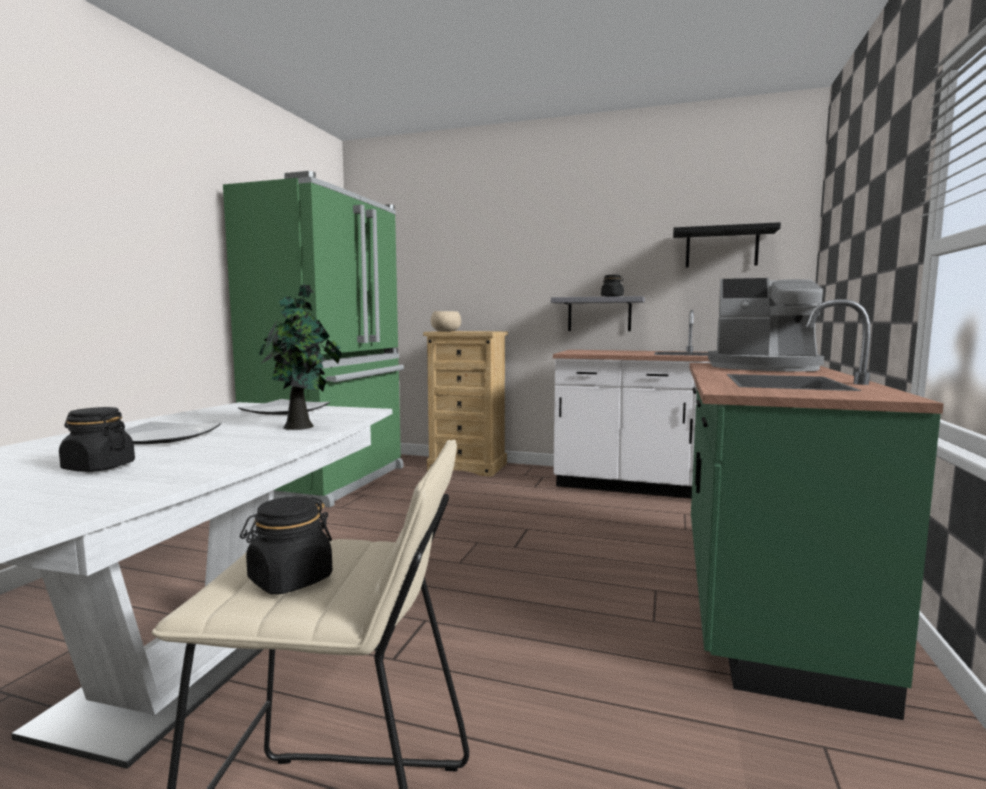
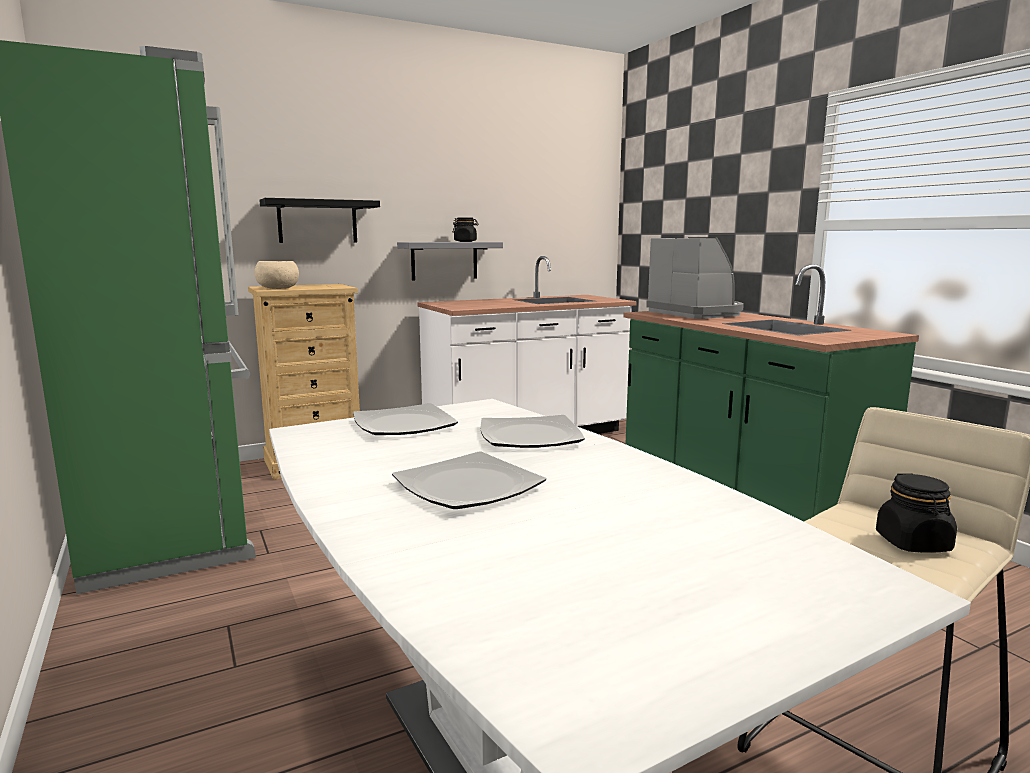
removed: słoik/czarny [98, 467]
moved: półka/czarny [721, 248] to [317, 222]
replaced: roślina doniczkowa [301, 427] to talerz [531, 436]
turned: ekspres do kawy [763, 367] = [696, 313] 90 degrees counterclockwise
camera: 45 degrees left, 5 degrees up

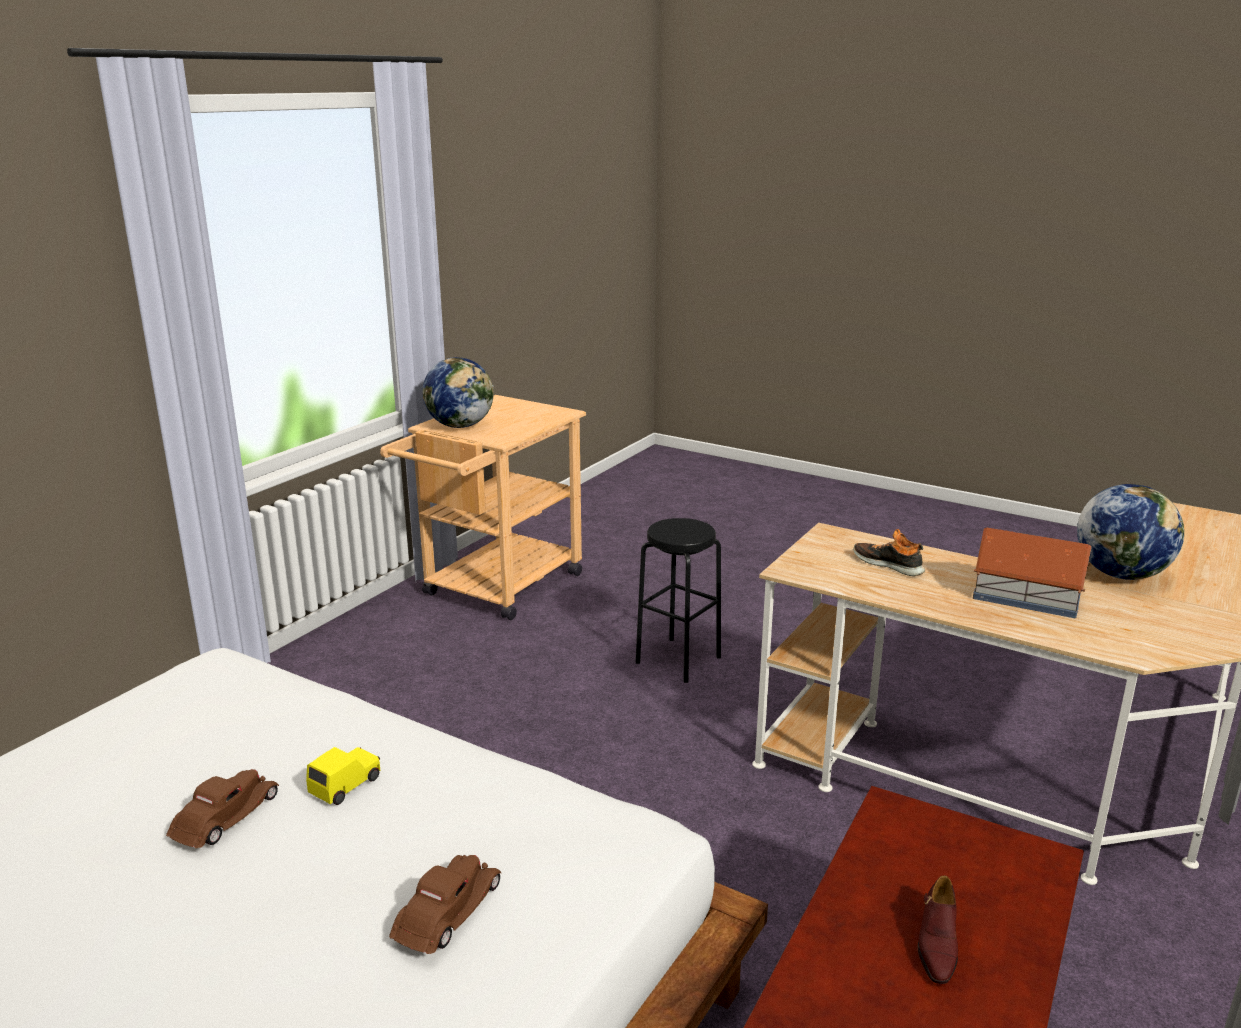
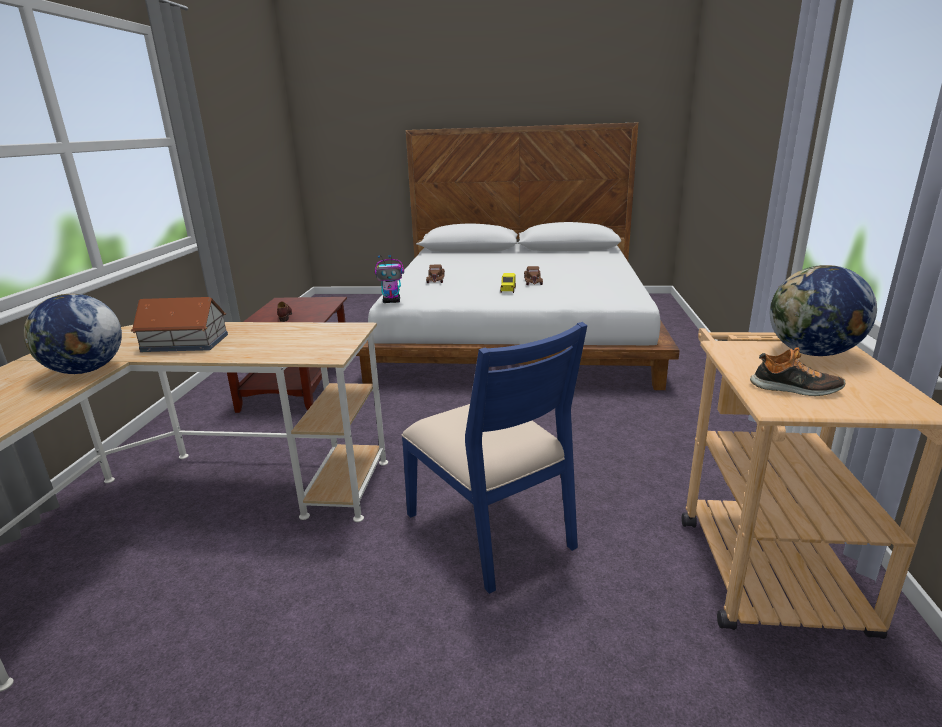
added: robot zabawkowy [392, 301]
moved: but [889, 564] to [795, 389]
replaced: stołek/czarny [678, 659] to krzesło/niebieski [492, 529]
camera: 155 degrees right, 0 degrees up

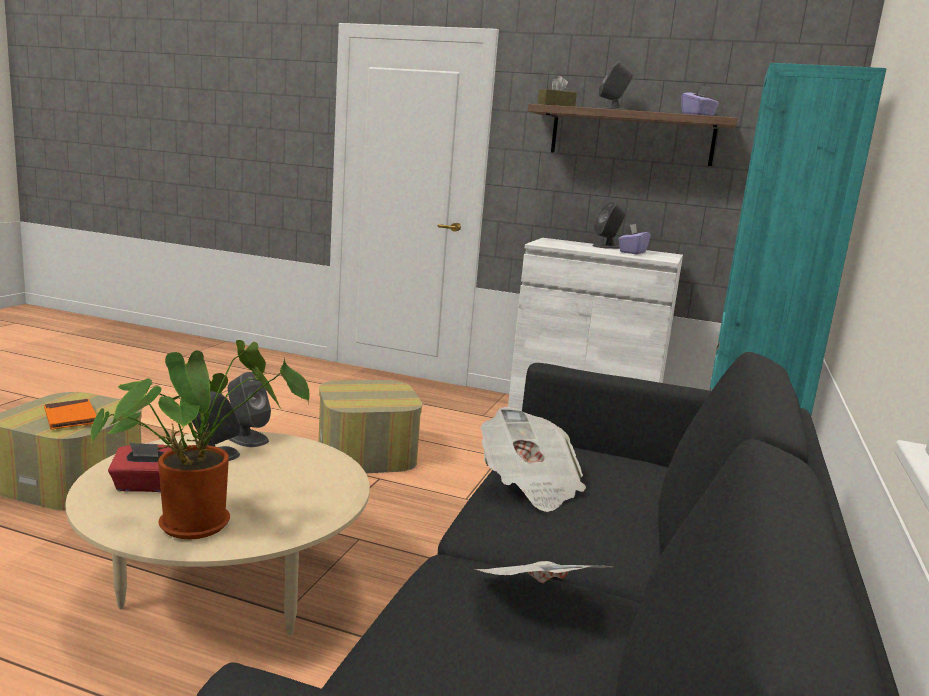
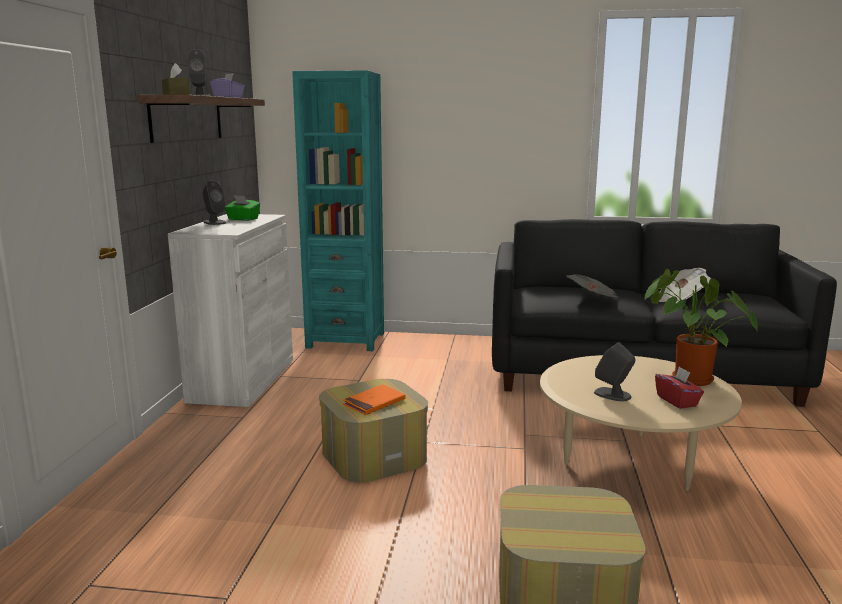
removed: głośnik/szary [247, 438]
moved: książka/pomarańczowy [70, 418] to [374, 402]
recoloured: pudełko chusteczek/fioletowy [632, 252] to pudełko chusteczek/zielony [242, 219]
camera: 100 degrees left, 0 degrees up

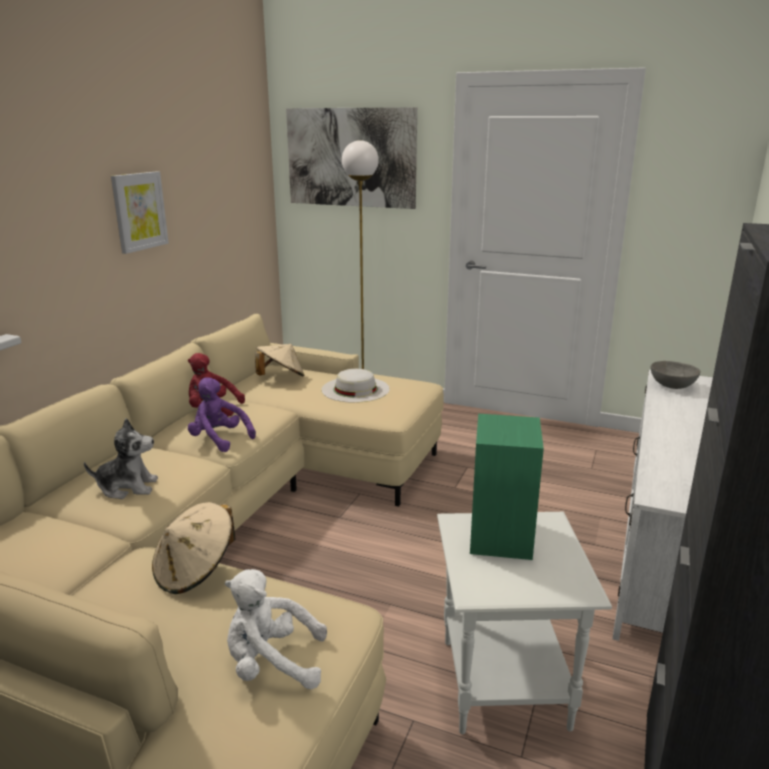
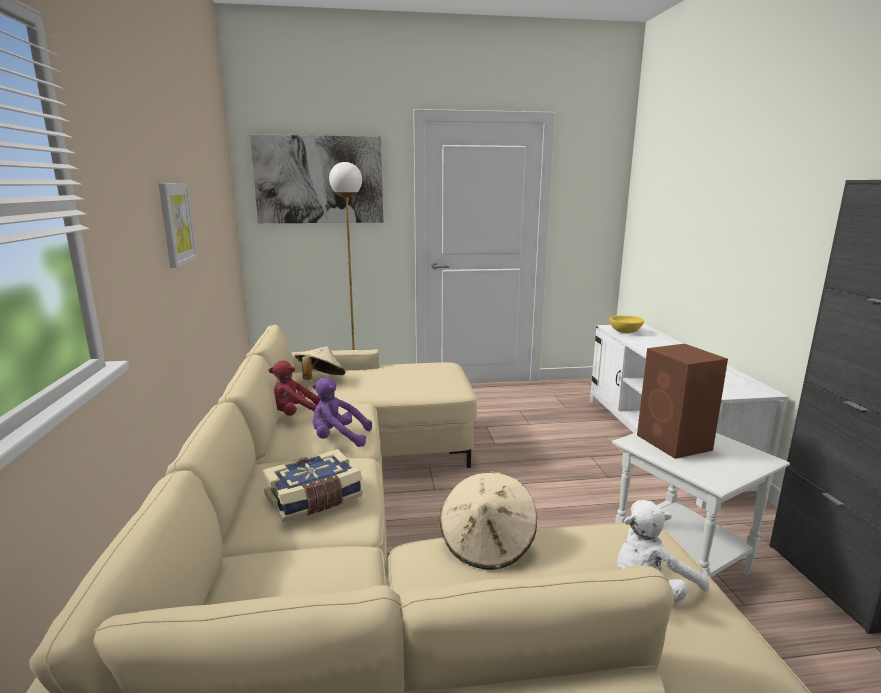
removed: kapelusz/biały [355, 389]
replaced: pluszak [127, 487] to książka [314, 499]
recoloured: głośnik/zielony [500, 538] to głośnik/brązowy [675, 443]; miska/szary [671, 386] to miska/żółty [624, 332]
camera: 30 degrees left, 5 degrees down

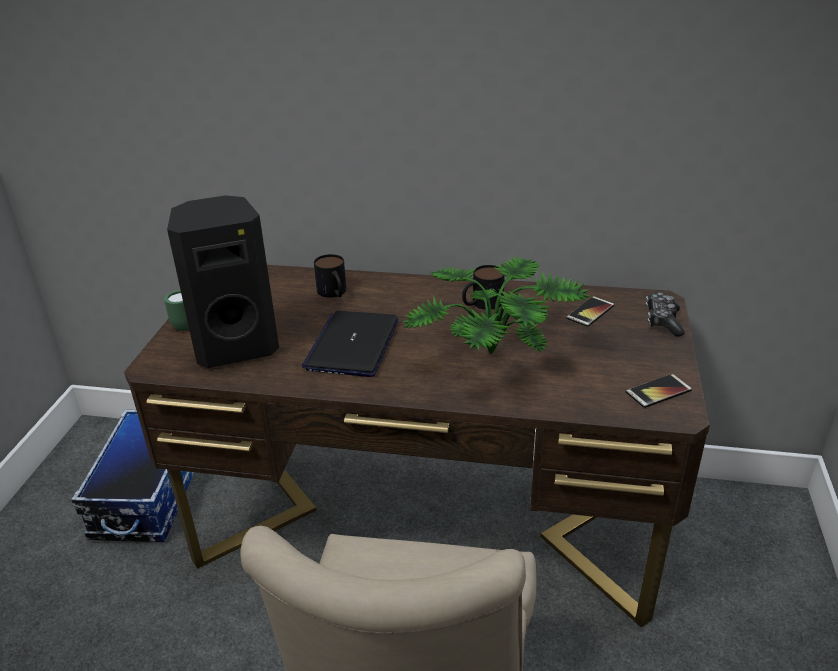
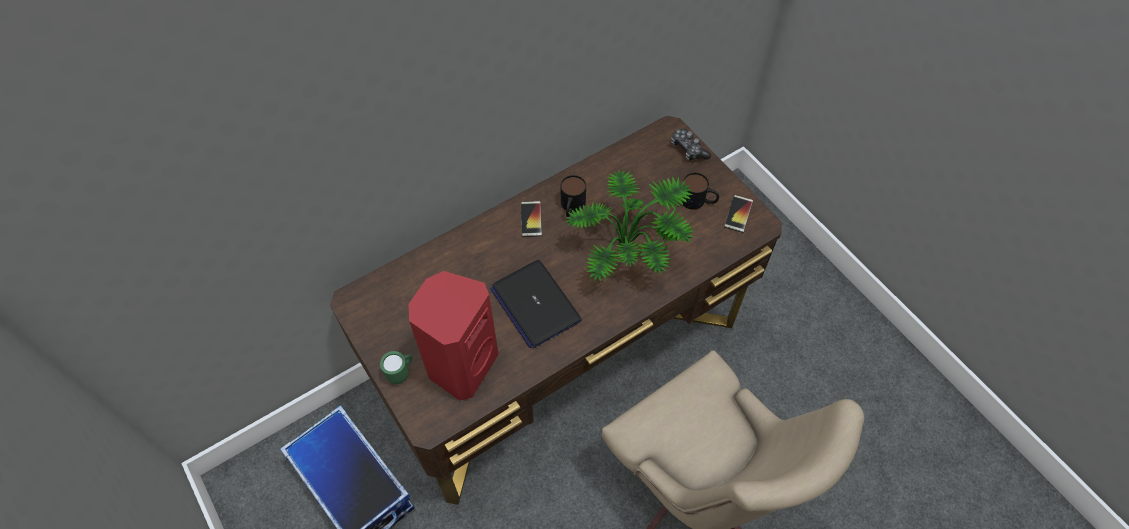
moved: kubek [334, 293] to [698, 201]; telefon [590, 312] to [531, 219]
recoloured: głośnik/czarny [236, 346] to głośnik/czerwony [461, 364]
camera: 45 degrees left, 25 degrees up

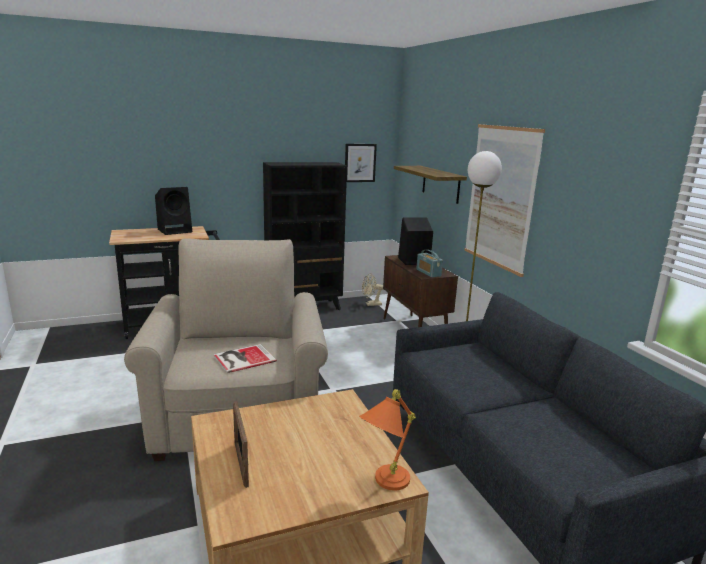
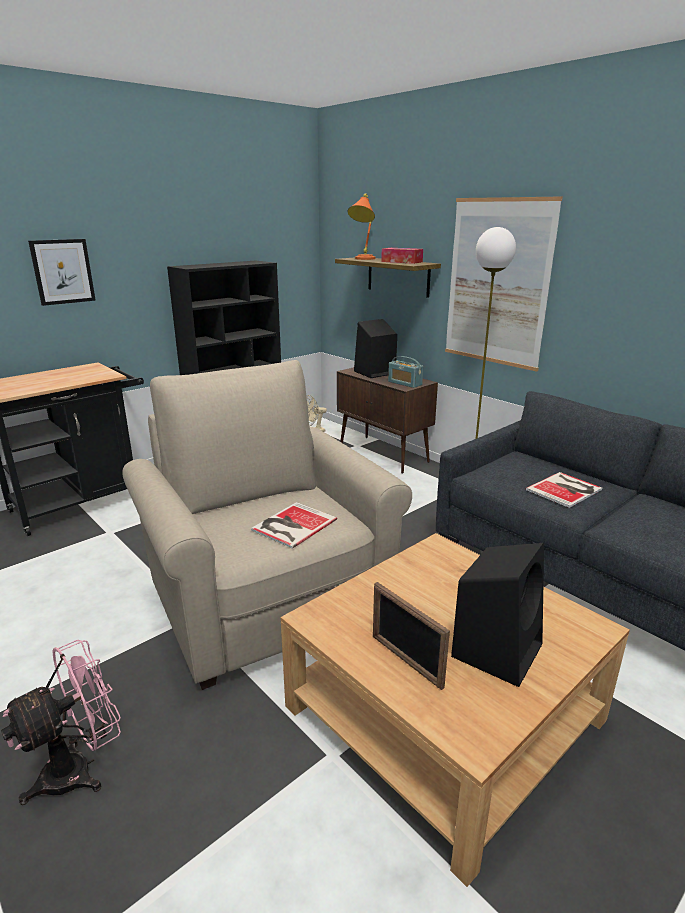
added: wentylator/różowy [79, 769]; pudełko chusteczek [401, 262]; książka [566, 489]
moved: głośnik/czarny [175, 230] to [497, 648]; obraz [360, 163] to [63, 271]; lampa stołowa/pomarańczowy [383, 484] to [362, 259]
camera: 20 degrees left, 5 degrees up

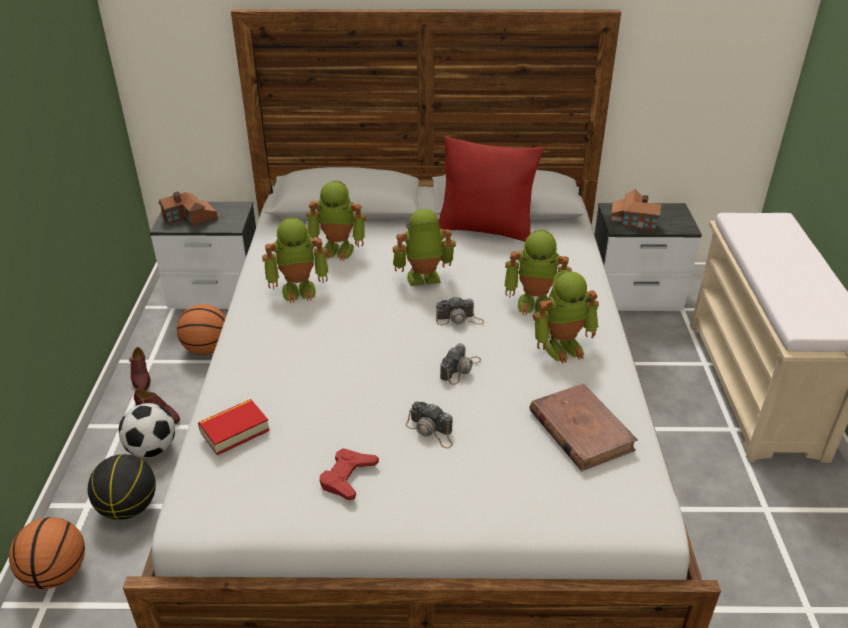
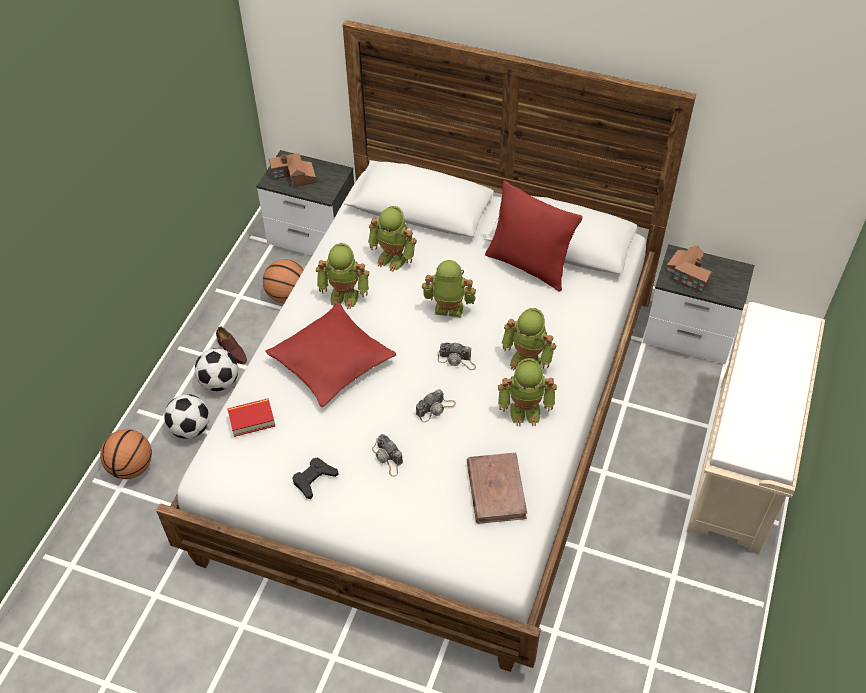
removed: but/brązowy [141, 377]
added: poduszka/czerwony [332, 362]
replaced: piłka do koszykówki [128, 508] to piłka futbolowa [190, 429]
recoloured: pad do gier/czerwony [347, 477] to pad do gier/czarny [314, 479]
camera: 20 degrees right, 15 degrees up

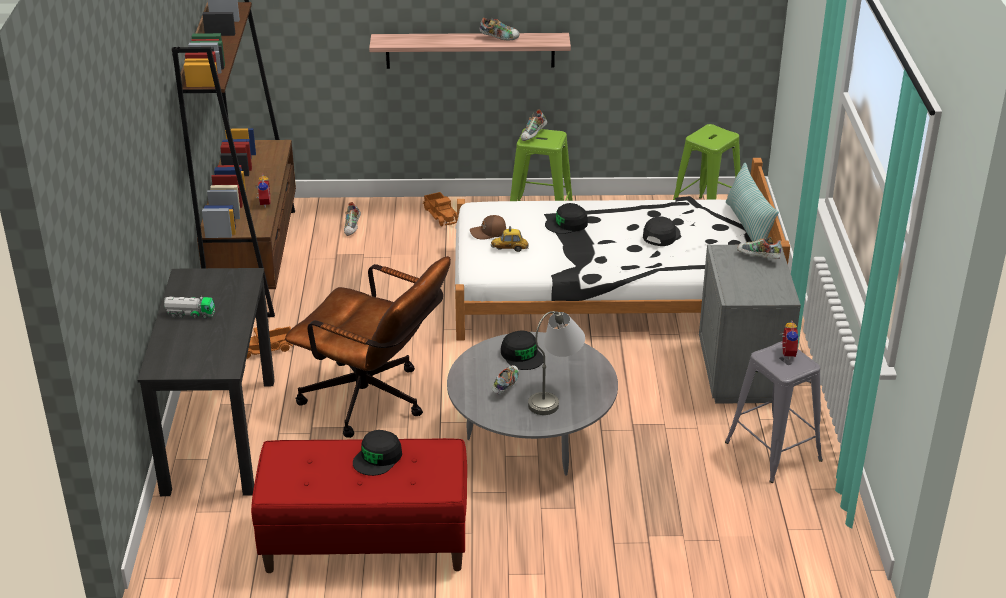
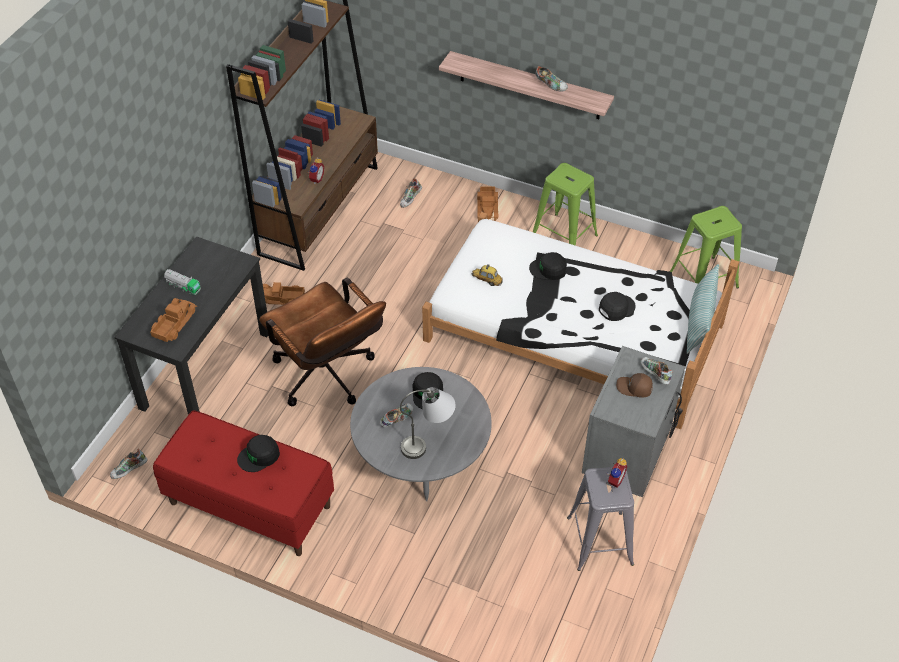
added: ciężarówka zabawkowa [173, 323]
moved: czapka z daszkiem/brązowy [489, 233] to [634, 388]; but [533, 135] to [129, 471]
camera: 25 degrees right, 15 degrees up

